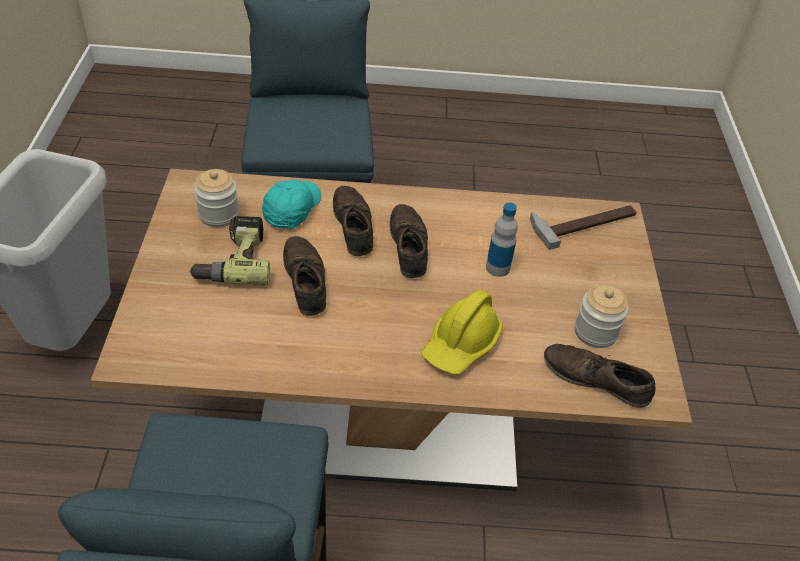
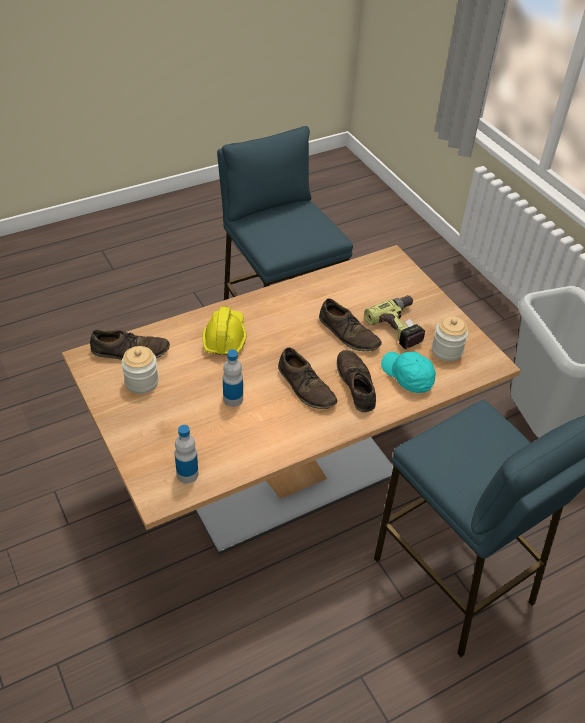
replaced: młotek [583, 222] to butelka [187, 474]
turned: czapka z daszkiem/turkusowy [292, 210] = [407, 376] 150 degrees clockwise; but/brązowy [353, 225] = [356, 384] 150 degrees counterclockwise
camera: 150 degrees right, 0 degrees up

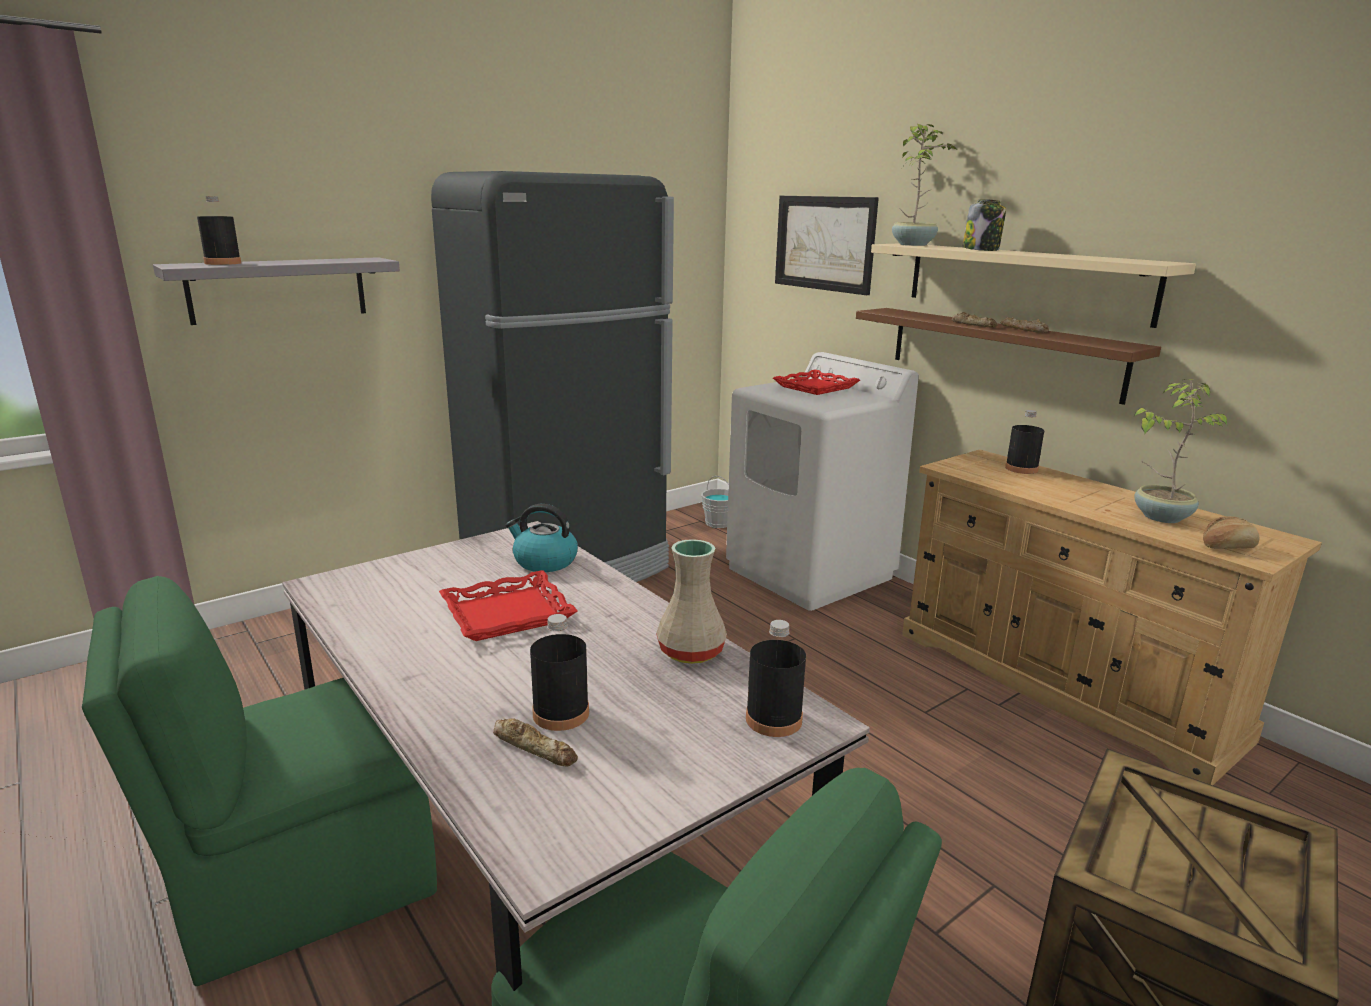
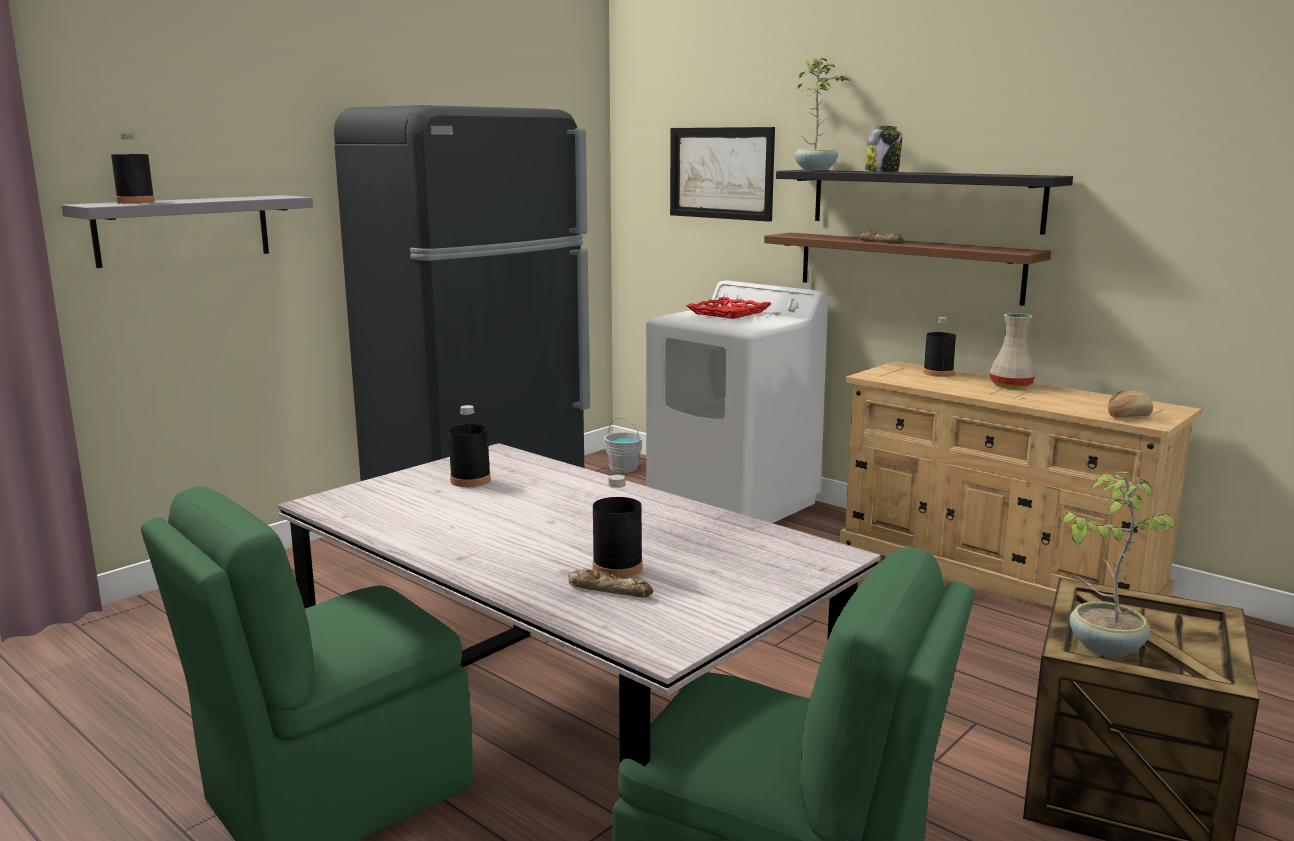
removed: taca/czerwony [507, 613]; czajnik [544, 562]; chleb [1023, 329]
moved: wazon/beżowy [690, 652] to [1011, 386]; butelka/czarny [773, 719] to [470, 480]; roślina doniczkowa [1160, 517] to [1104, 646]
recoloured: półka/beżowy [1024, 281] to półka/czarny [923, 199]
camera: 10 degrees left, 5 degrees down

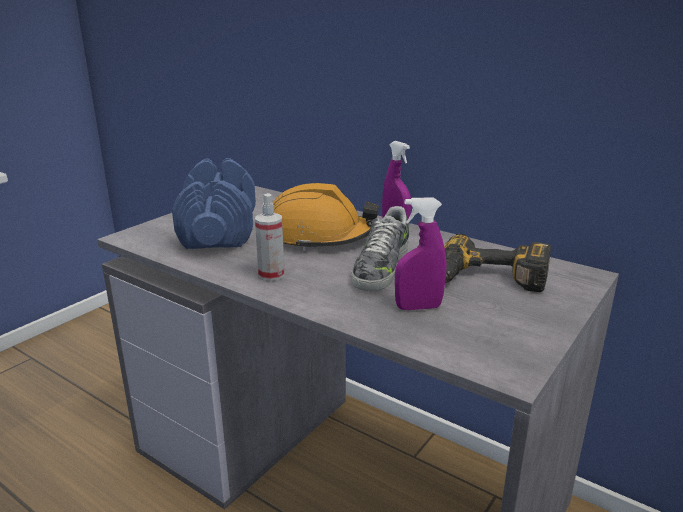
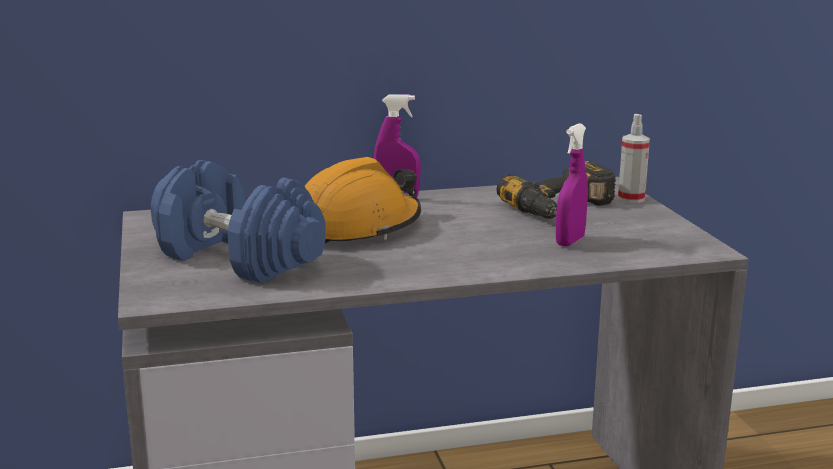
removed: but [380, 267]
moved: spryskiwacz [271, 275] to [631, 198]
camera: 50 degrees left, 5 degrees down

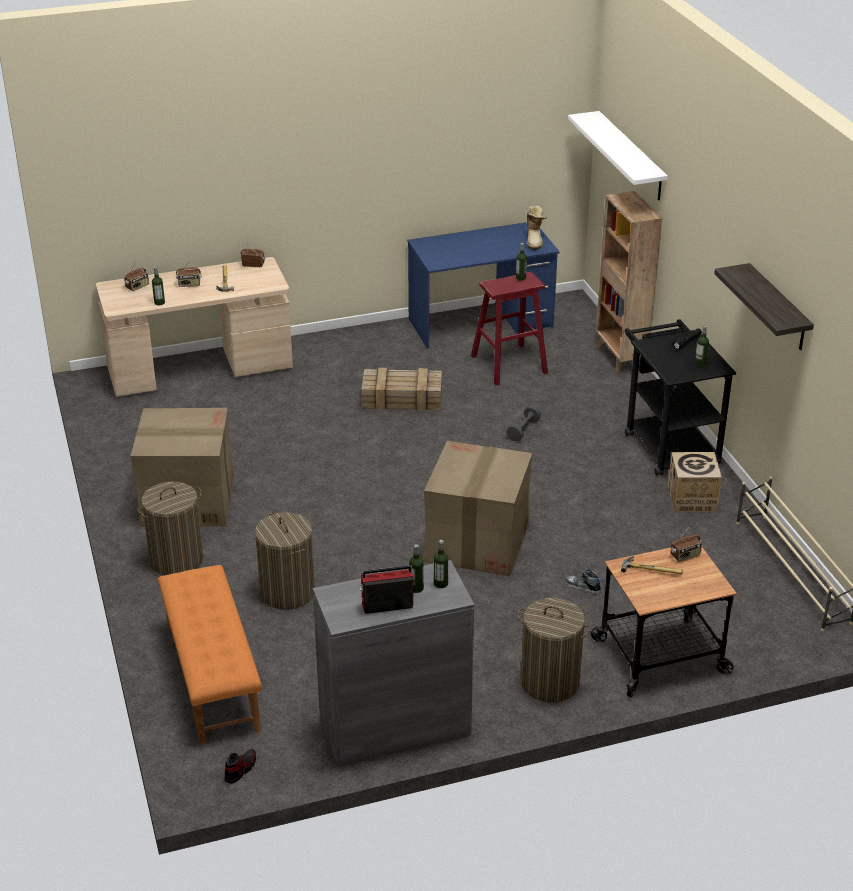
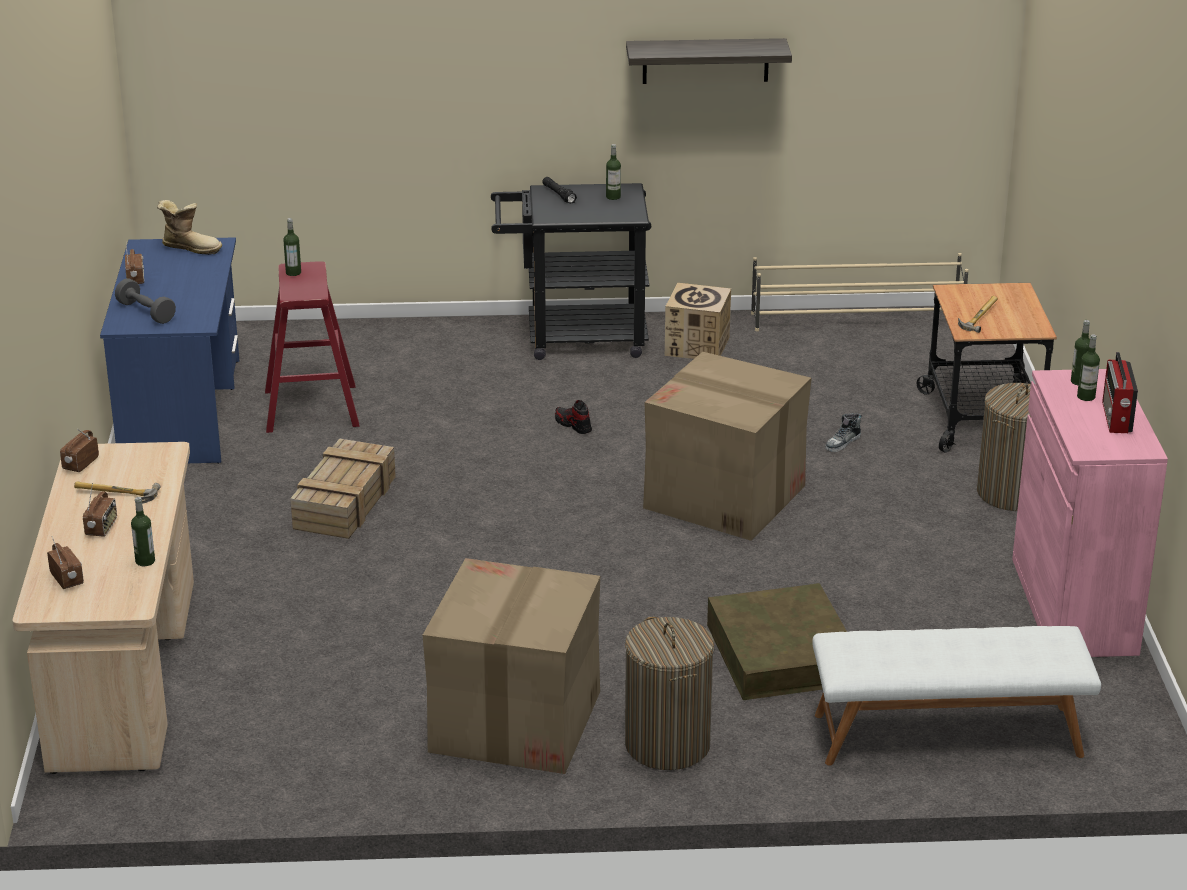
removed: półka/biały [630, 156]; regał/brązowy [620, 359]
moved: but [240, 769] to [573, 425]; hantel/szary [523, 430] to [146, 312]; radio [685, 556] to [136, 279]
replaced: kosz na pranie [287, 592] to pojemnik do przechowywania/brązowy [781, 654]
recoloured: ławka/pomarańczowy [211, 676] to ławka/biały [947, 736]; szafka/szary [395, 727] to szafka/różowy [1074, 606]
camera: 75 degrees left, 5 degrees down

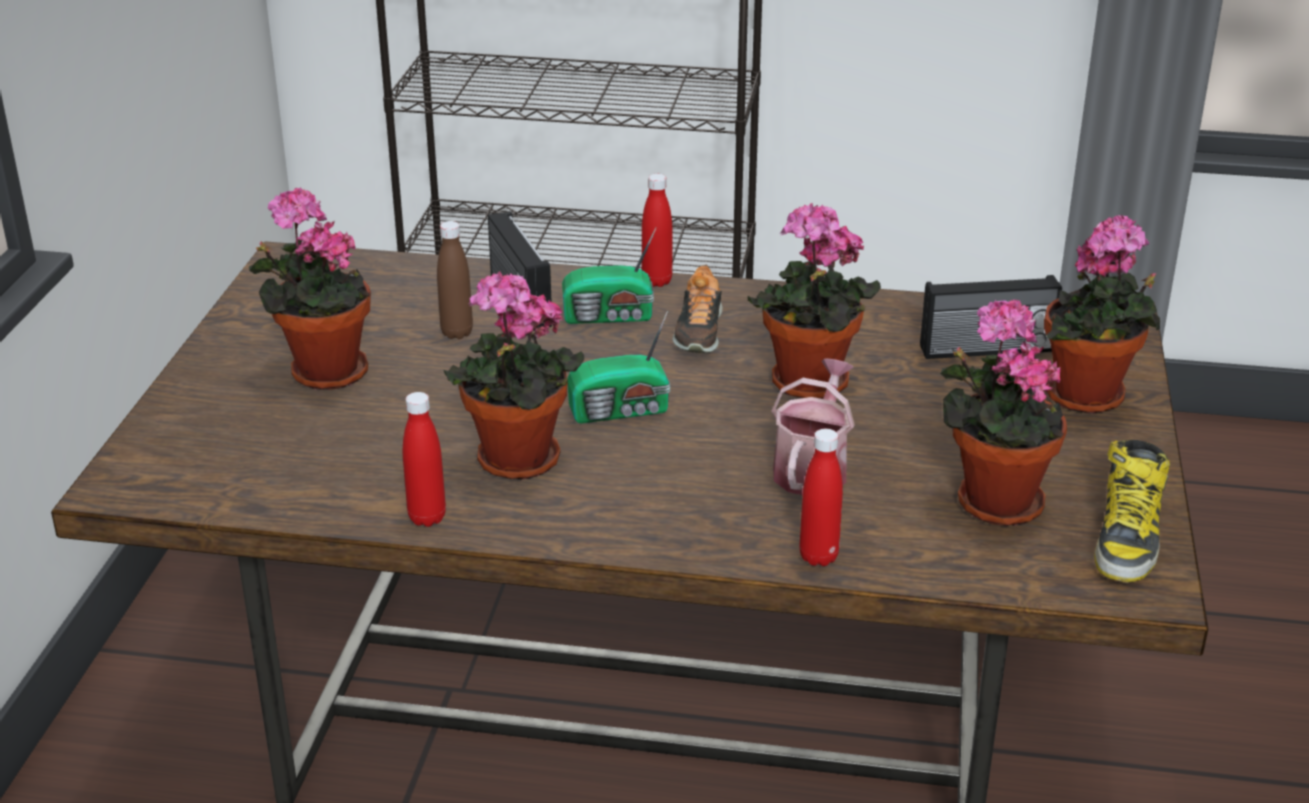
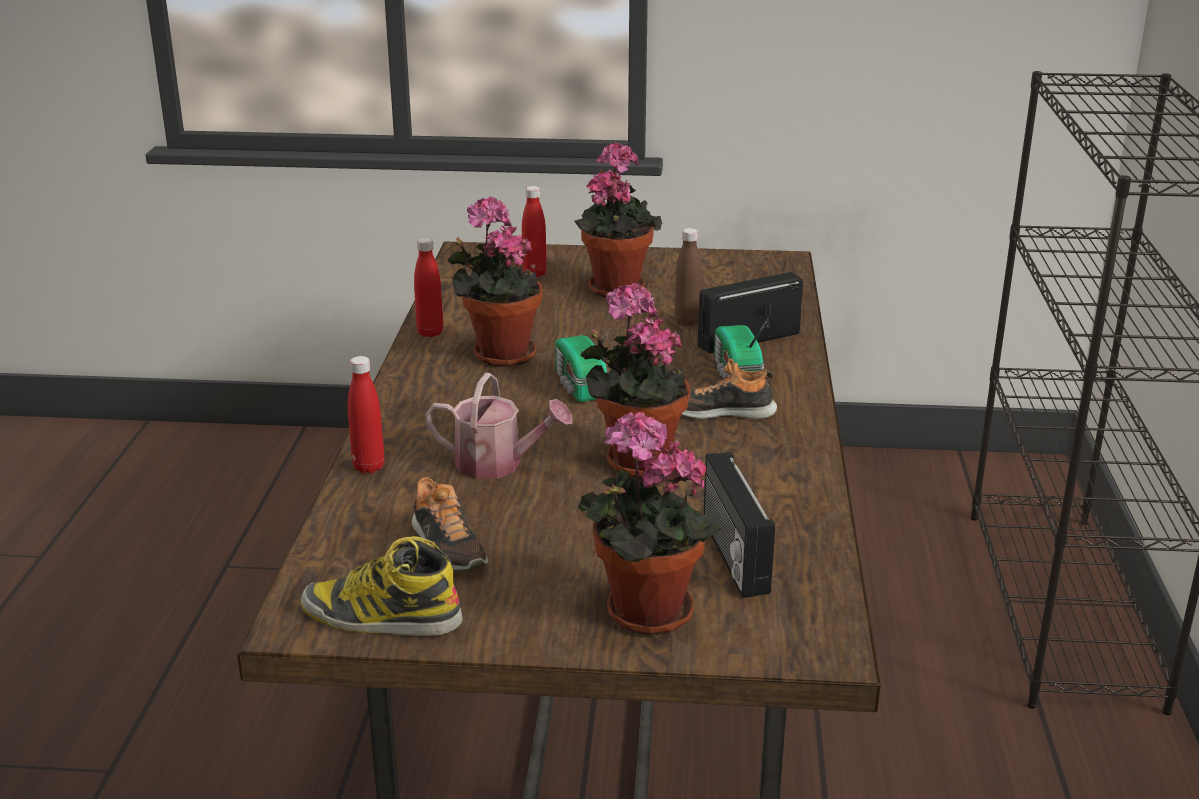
moved: butelka/czerwony [656, 281] to [534, 273]
replaced: roślina doniczkowa [992, 500] to but [447, 547]
camera: 85 degrees right, 5 degrees down

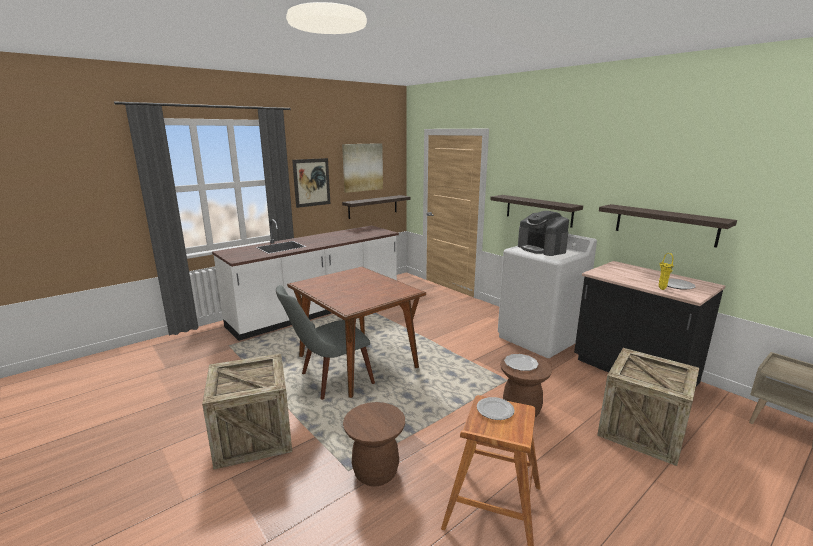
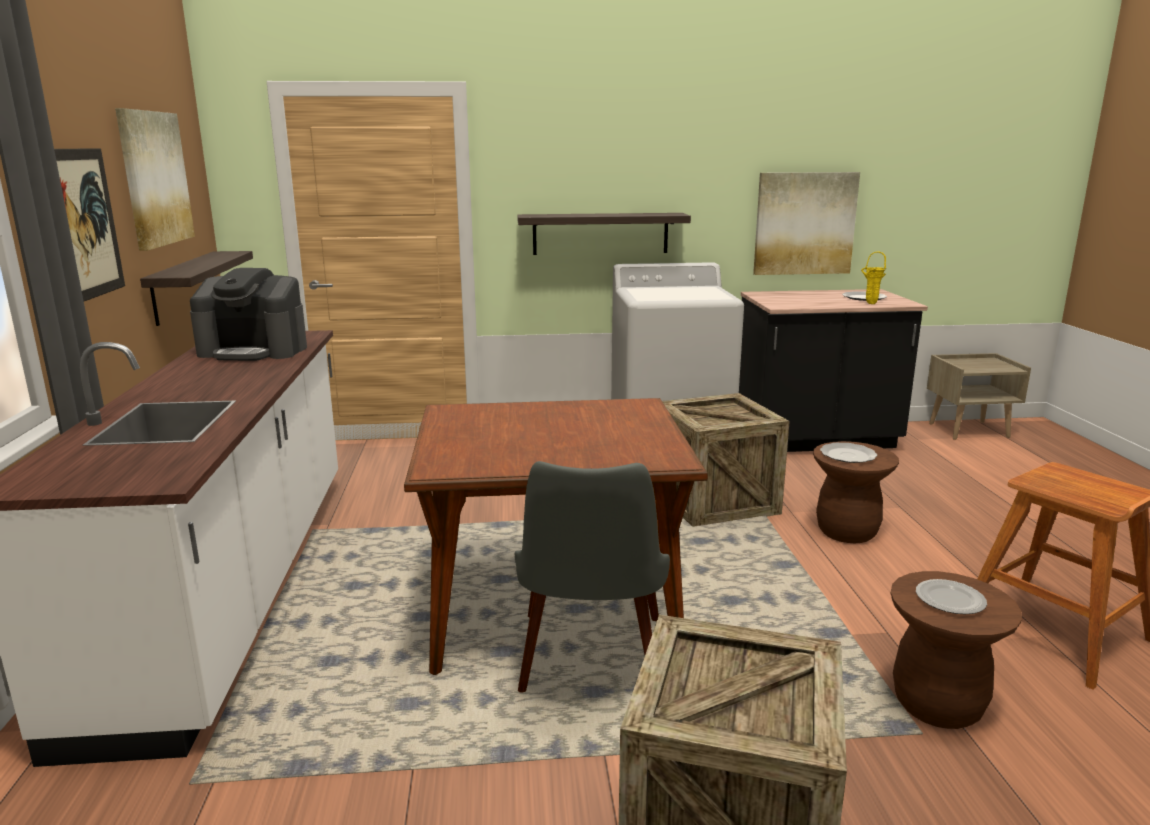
moved: talerz [495, 410] to [950, 600]; ekspres do kawy [542, 249] to [254, 351]; skrzynka [641, 431] to [714, 501]
replaced: półka [665, 224] to obraz [804, 223]
camera: 55 degrees left, 0 degrees up

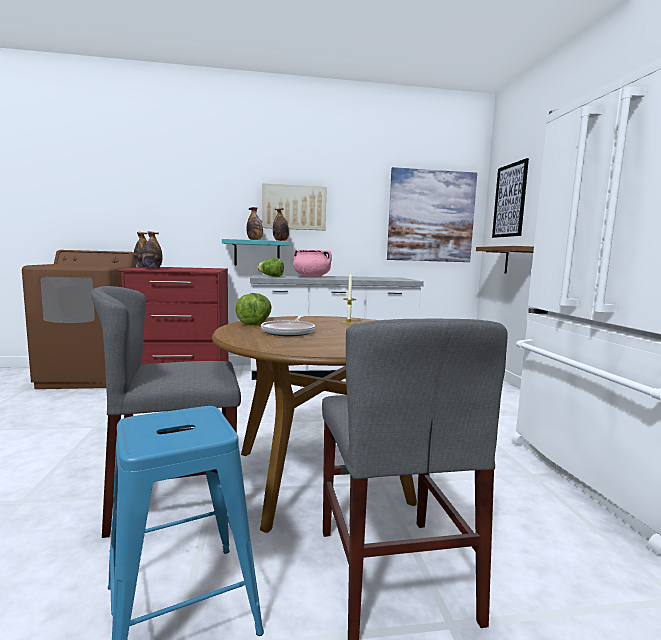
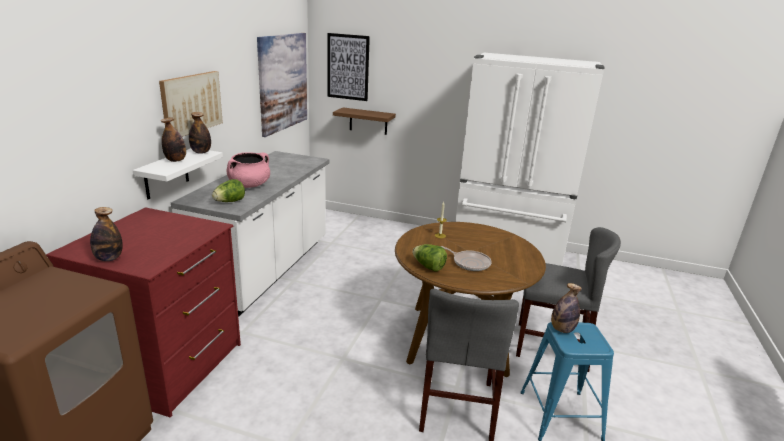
moved: butelka [152, 268] to [562, 329]
recoloured: półka/turkusowy [257, 253] to półka/biały [166, 174]
camera: 65 degrees left, 15 degrees up

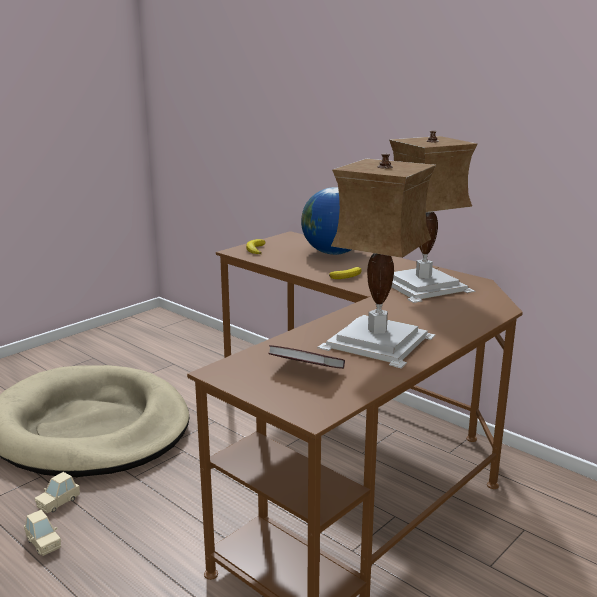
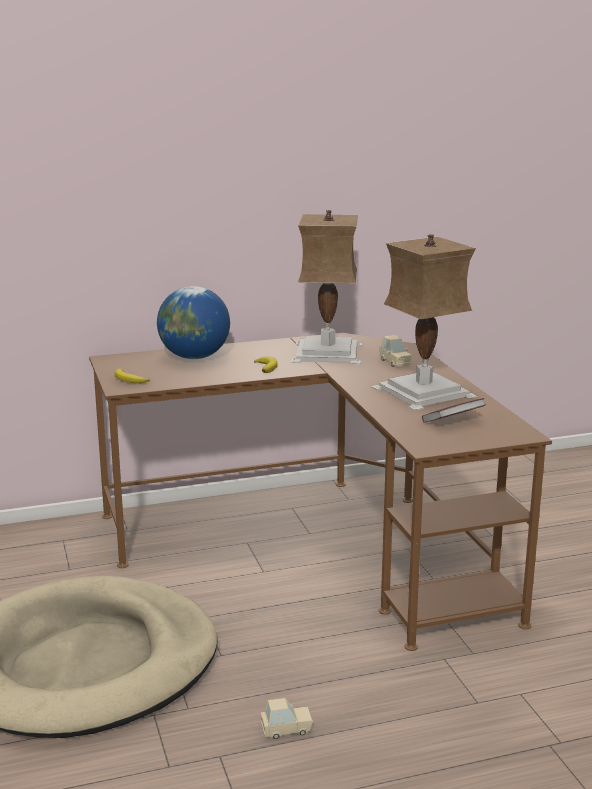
moved: samochodzik/beżowy [58, 502] to [394, 362]
camera: 60 degrees left, 0 degrees up

